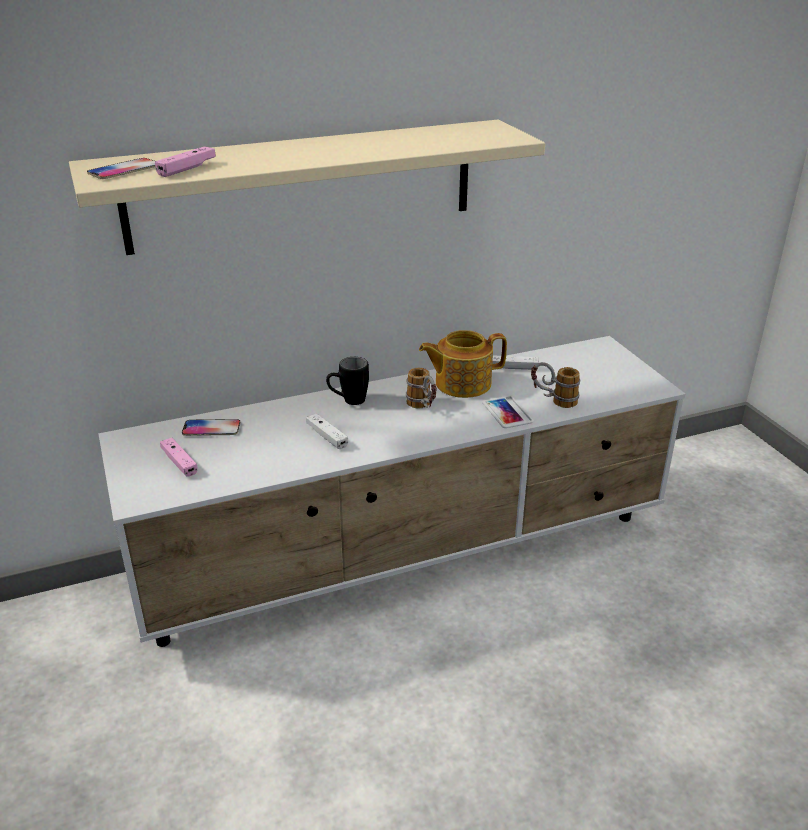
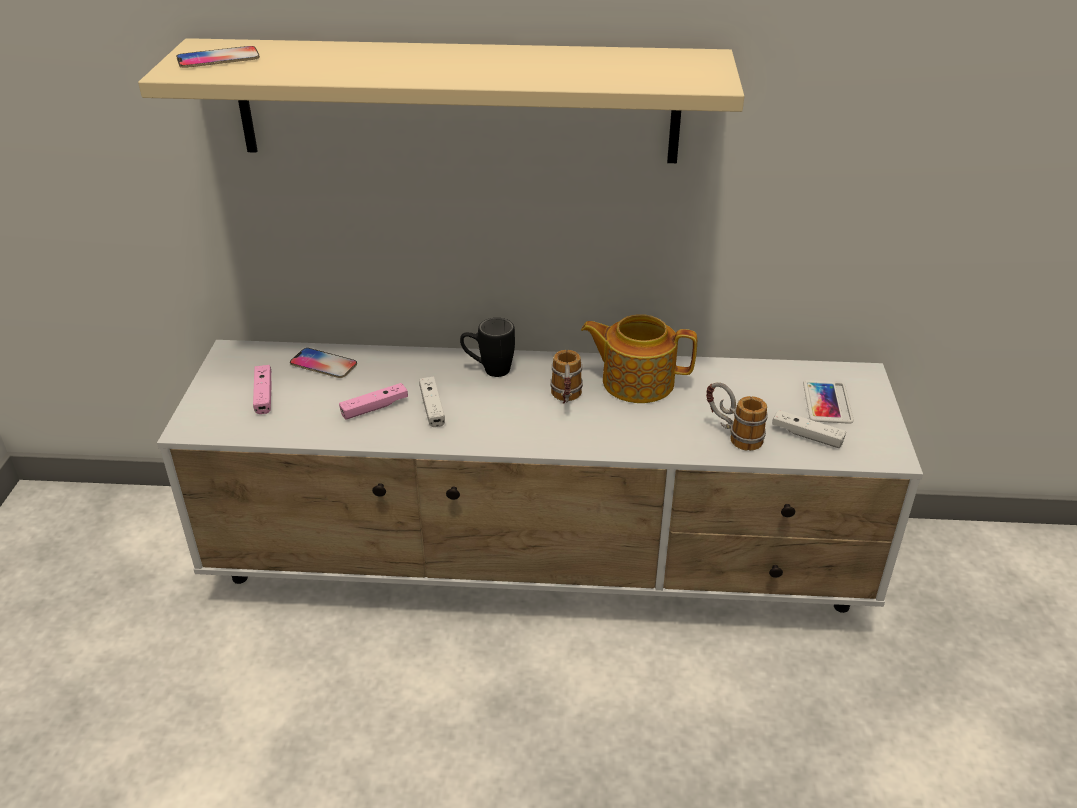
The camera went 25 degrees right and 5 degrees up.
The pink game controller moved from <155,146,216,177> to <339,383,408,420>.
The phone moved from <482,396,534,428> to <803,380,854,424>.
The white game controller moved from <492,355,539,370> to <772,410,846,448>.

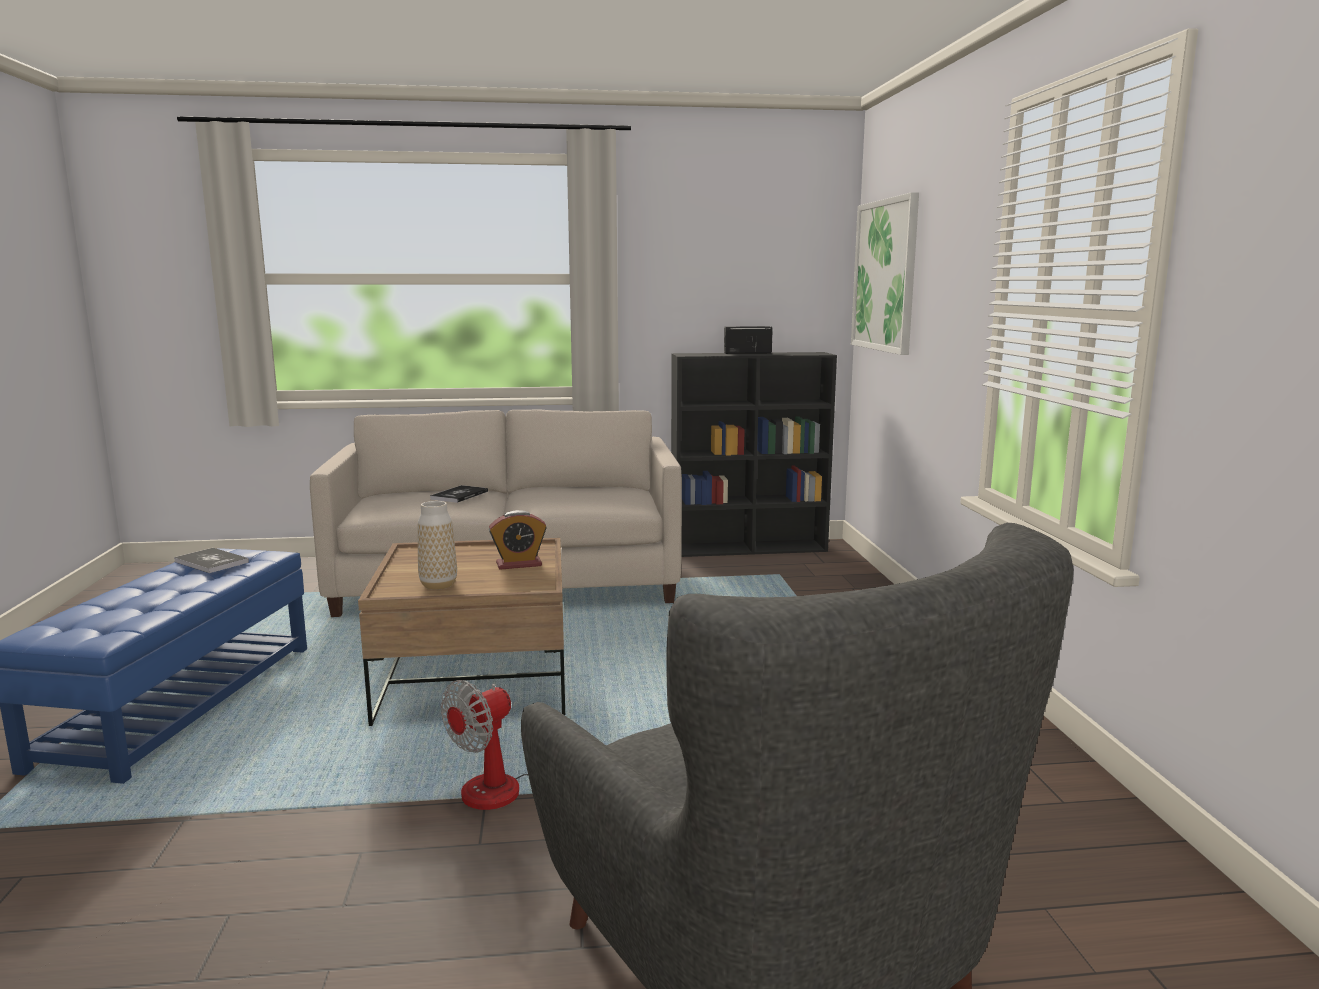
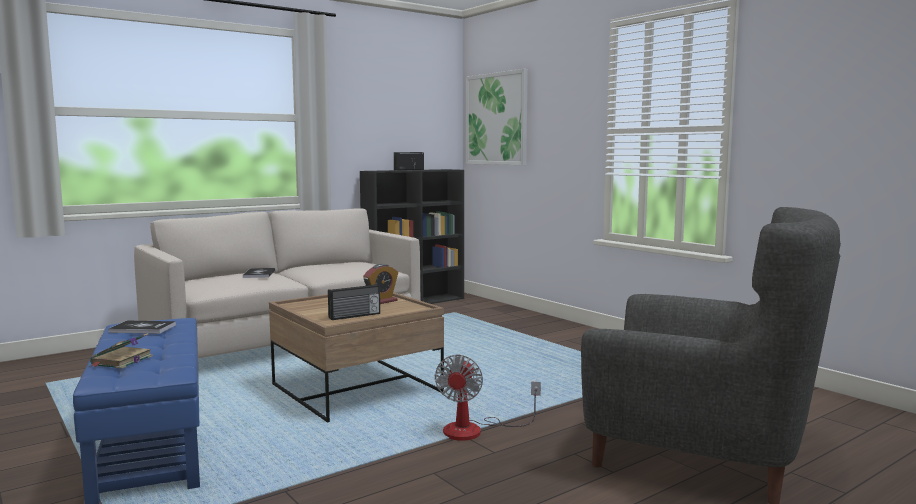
The camera went 30 degrees left and 5 degrees down.
The vase at <418,501,457,590> was replaced by the radio at <328,284,380,320>.
The book at <90,333,153,369> appeared.

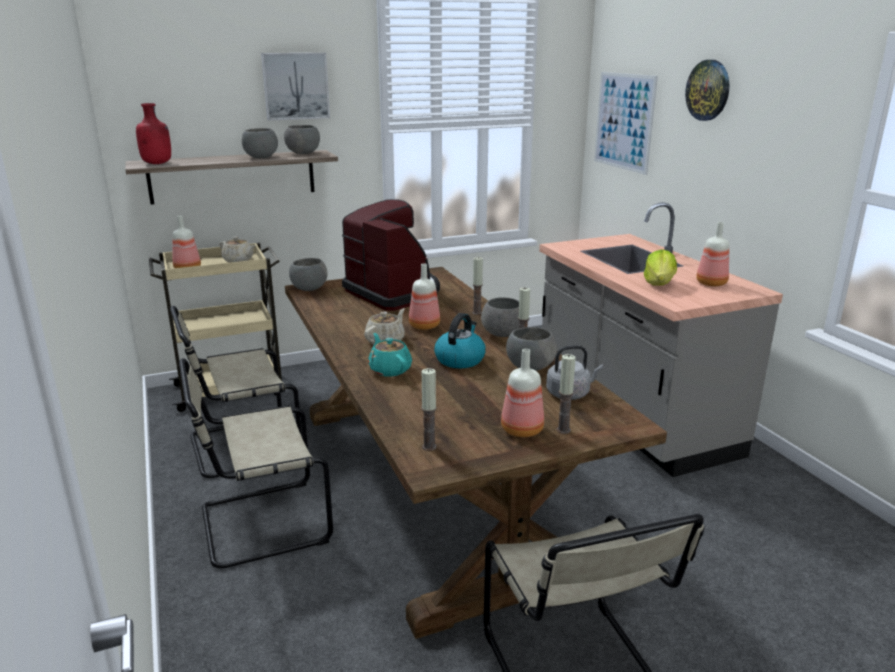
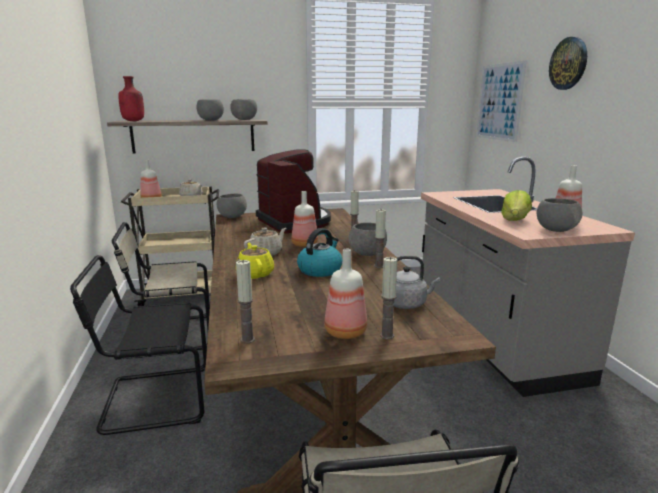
The camera went 10 degrees right and 5 degrees down.
The beige chair at <179,358,333,568> became the black chair at <70,255,207,435>.
The picture at <261,53,330,121> disappeared.
The turquoise teapot at <368,333,412,377> became the yellow teapot at <237,243,274,279>.
The grey bowl moved from <506,327,557,371> to <537,198,582,232>.

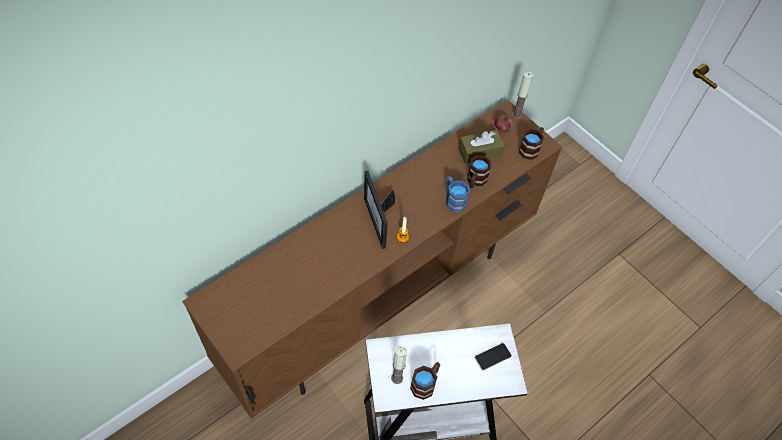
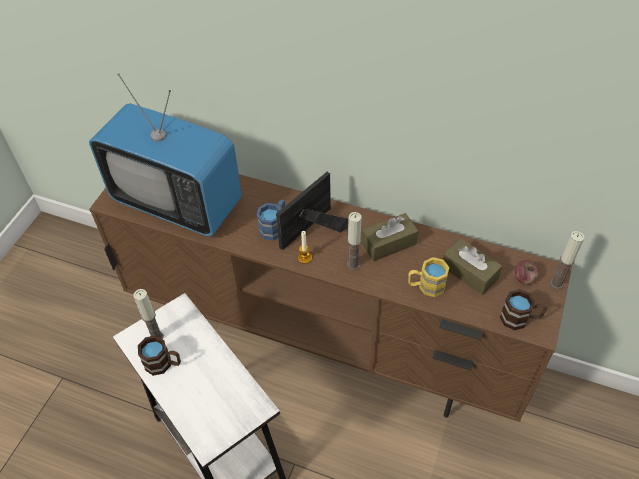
The camera went 65 degrees right and 5 degrees down.
The blue mug moved from <446,176,470,212> to <257,200,285,241>.
The brown mug at <468,155,491,188> became the yellow mug at <408,257,449,297>.
The phone at <475,343,512,371> disappeared.
The television at <89,74,242,236> appeared.
The candle at <347,212,362,270> appeared.
The brown tissue box at <361,213,418,261> appeared.

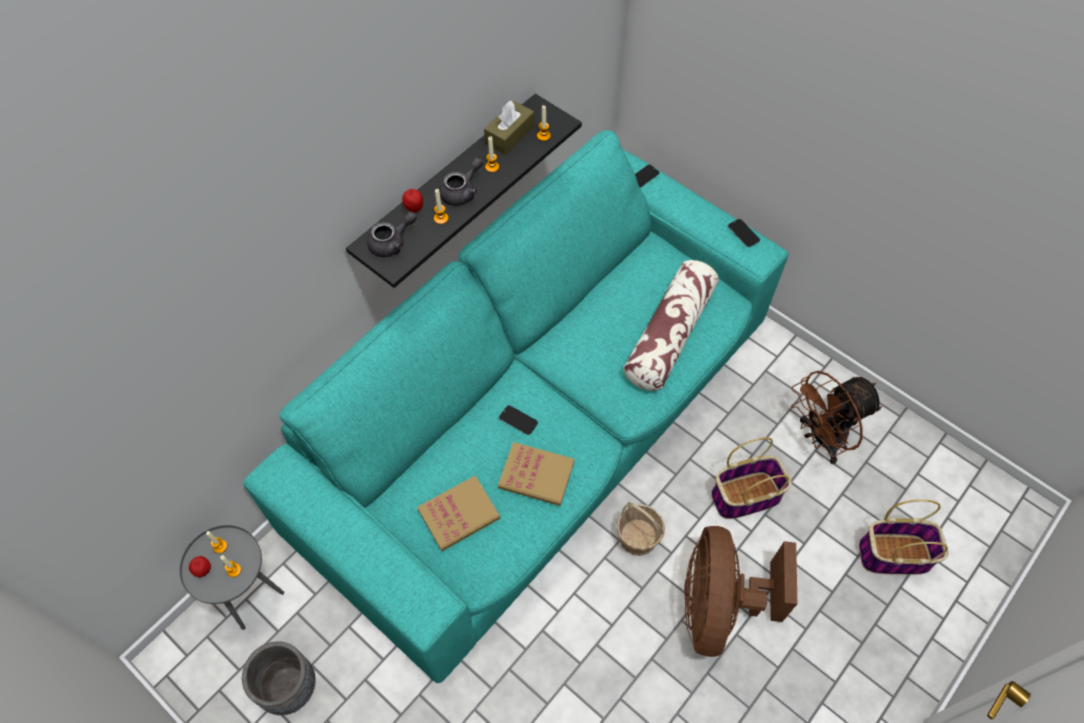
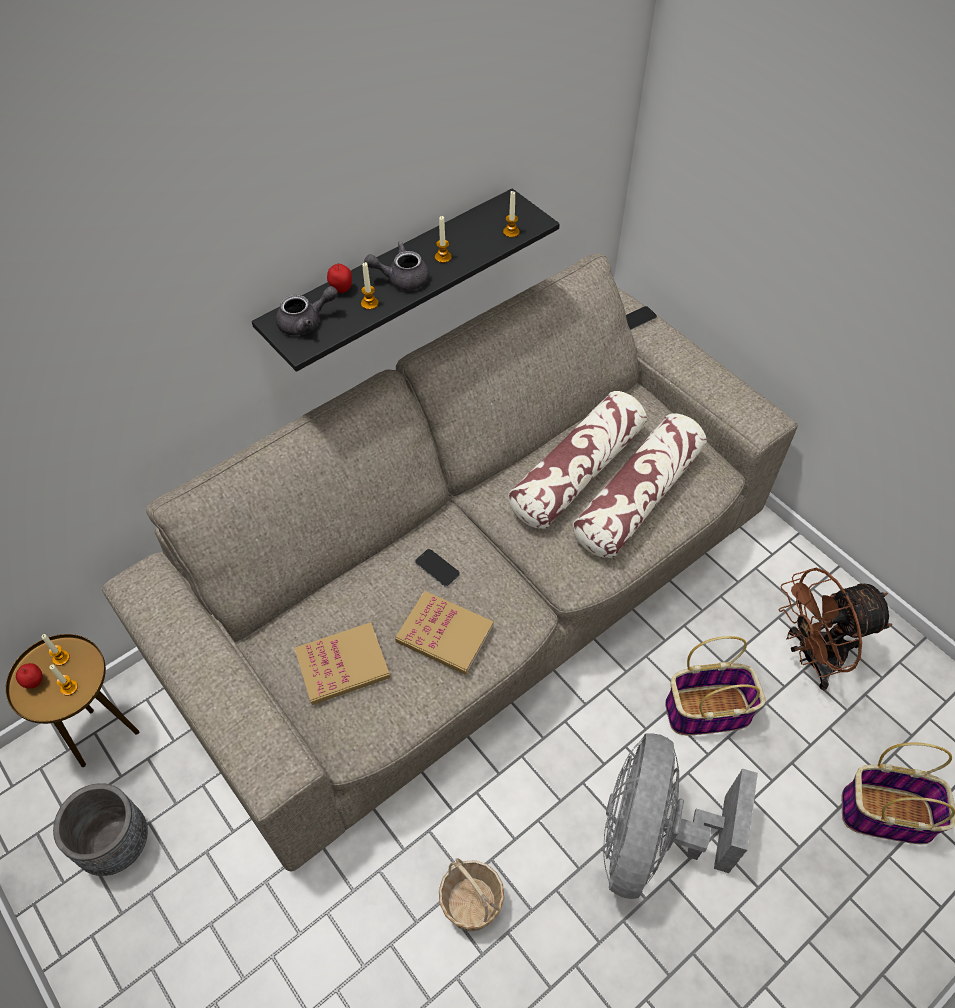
The camera went 10 degrees right and 5 degrees down.
The grey side table at <179,525,284,630> became the brown side table at <5,634,140,767>.
The turquoise sofa at <243,130,789,683> became the beige sofa at <102,254,798,871>.
The grey teapot at <439,157,483,206> turned 150 degrees counterclockwise.
The brown tissue box at <484,100,534,155> disappeared.
The basket moved from <617,502,665,556> to <439,858,504,932>.
The brown fan at <684,526,797,657> became the grey fan at <604,733,758,899>.
The phone at <728,219,760,247> disappeared.
The pillow at <508,391,647,529> appeared.

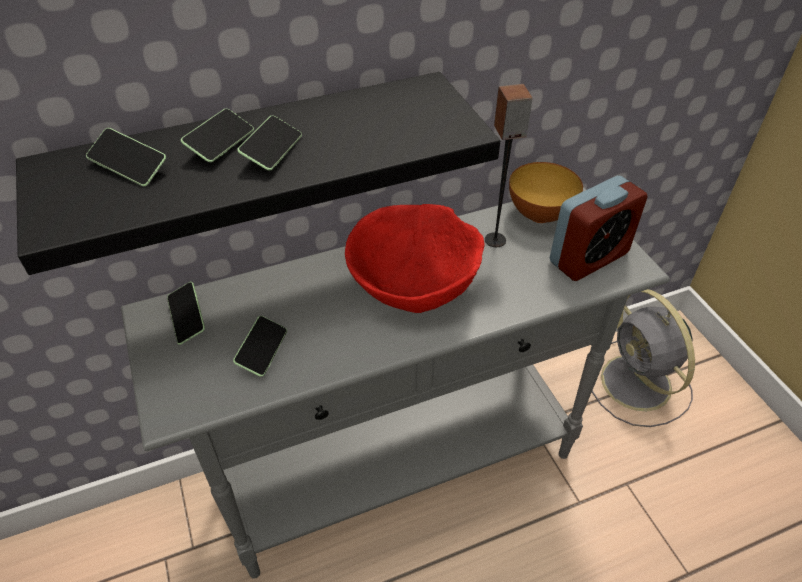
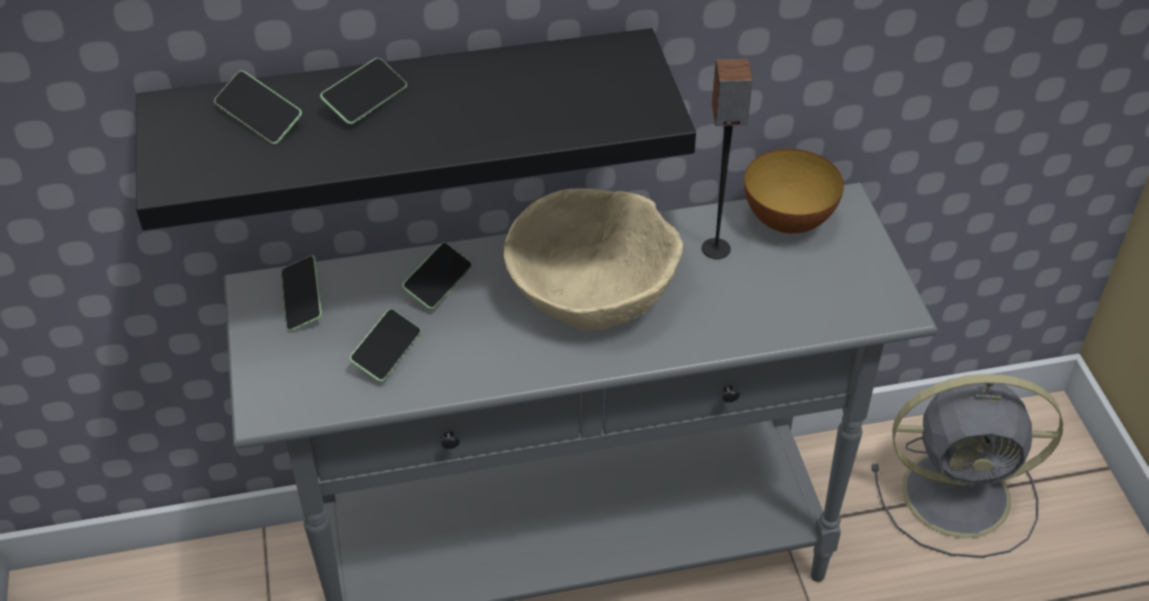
The camera went 10 degrees right and 0 degrees up.
The phone moved from <237,116,302,170> to <402,242,472,309>.
The red bowl at <345,204,484,313> became the beige bowl at <504,188,683,331>.
The alarm clock at <550,176,648,281> disappeared.
The grey fan at <592,289,695,427> turned 75 degrees counterclockwise.

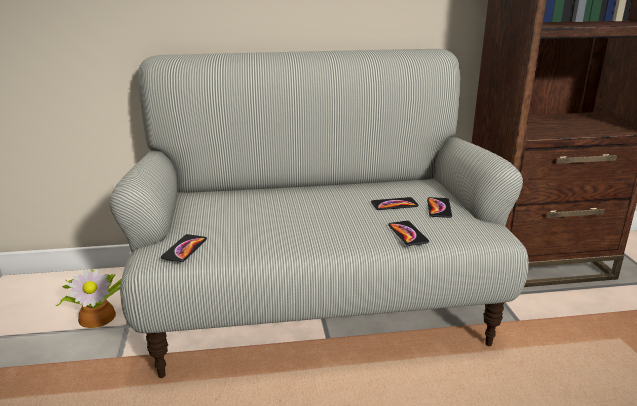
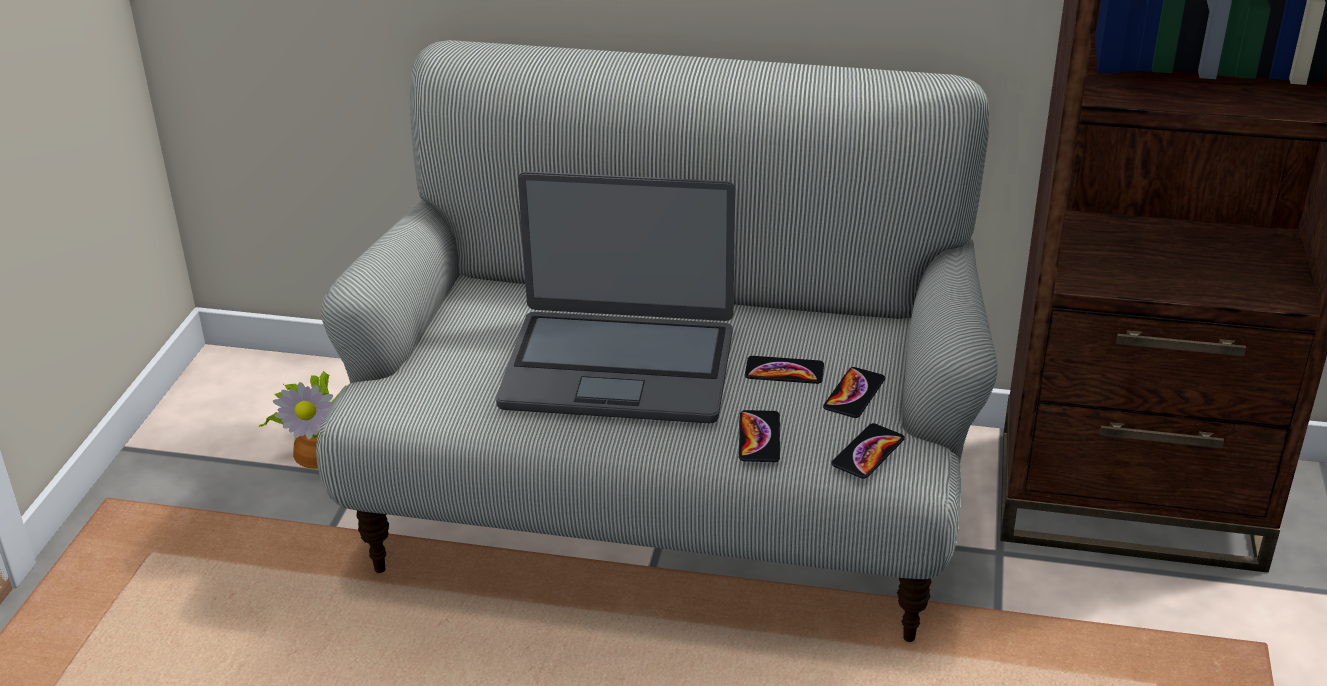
The camera went 20 degrees right and 10 degrees up.
The phone moved from <161,234,207,262> to <831,423,905,479>.
The laptop at <496,171,735,423> appeared.

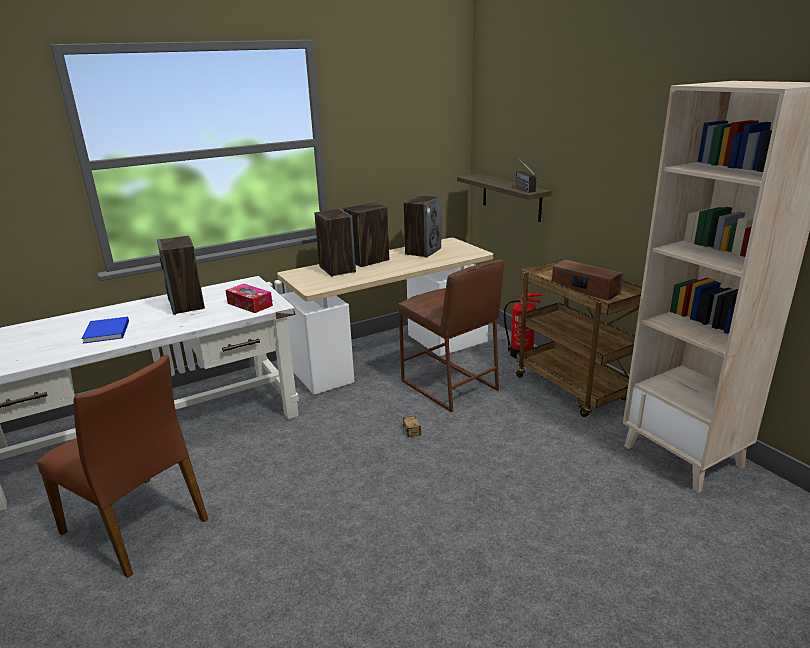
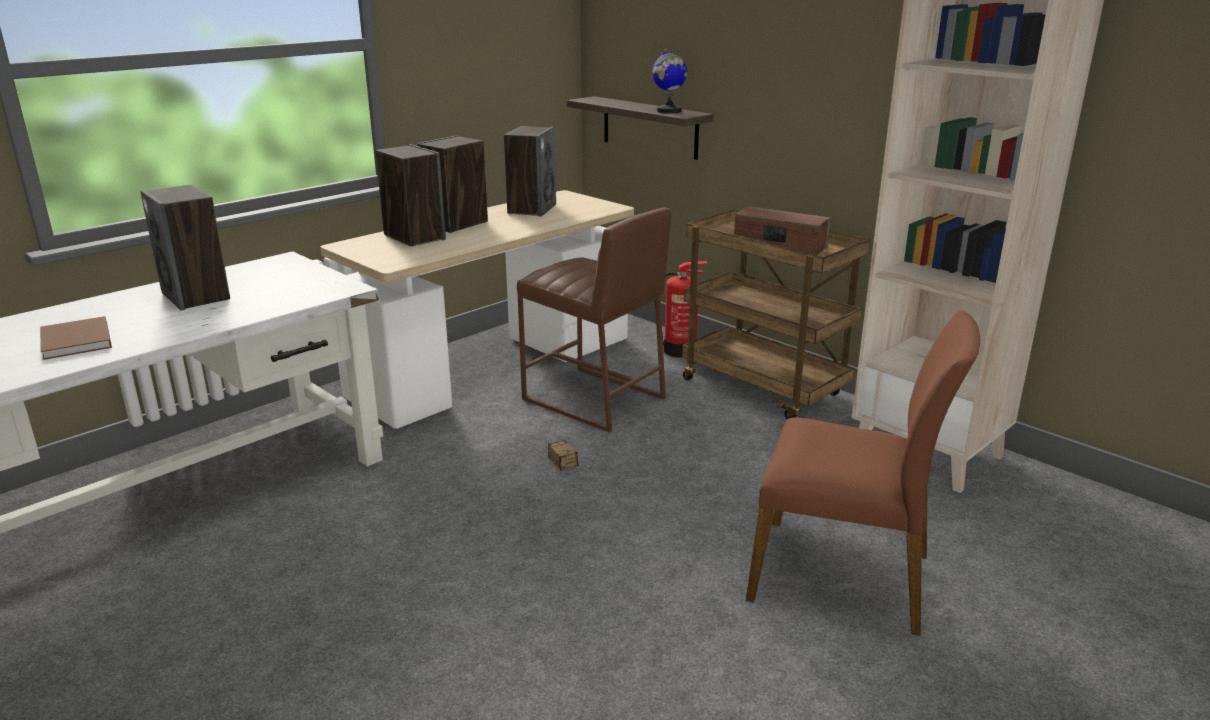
The camera went 15 degrees left and 0 degrees up.
The brown chair moved from <37,355,208,578> to <746,310,981,636>.
The blue book at <81,317,129,344> became the brown book at <40,316,112,360>.
The tissue box at <226,284,273,313> disappeared.
The radio at <516,156,536,193> was replaced by the globe at <652,48,687,113>.

